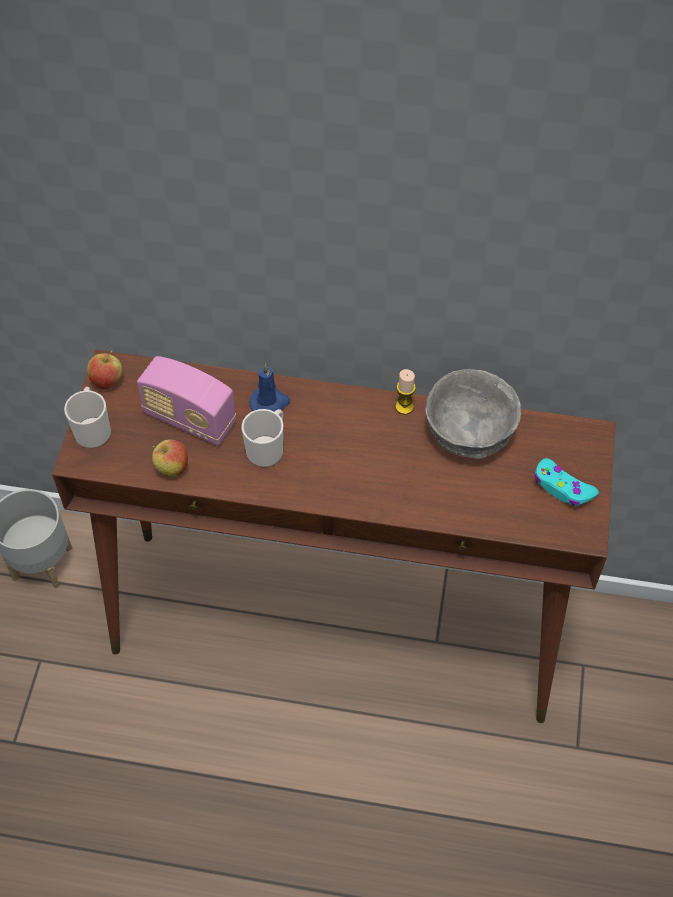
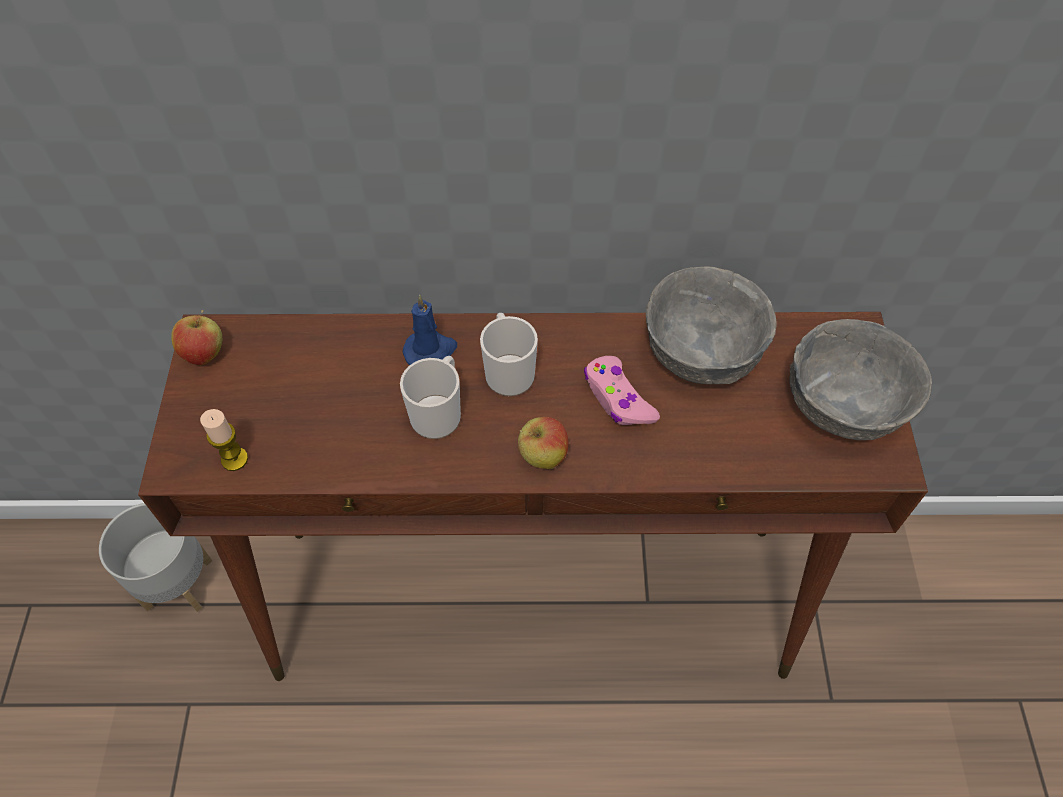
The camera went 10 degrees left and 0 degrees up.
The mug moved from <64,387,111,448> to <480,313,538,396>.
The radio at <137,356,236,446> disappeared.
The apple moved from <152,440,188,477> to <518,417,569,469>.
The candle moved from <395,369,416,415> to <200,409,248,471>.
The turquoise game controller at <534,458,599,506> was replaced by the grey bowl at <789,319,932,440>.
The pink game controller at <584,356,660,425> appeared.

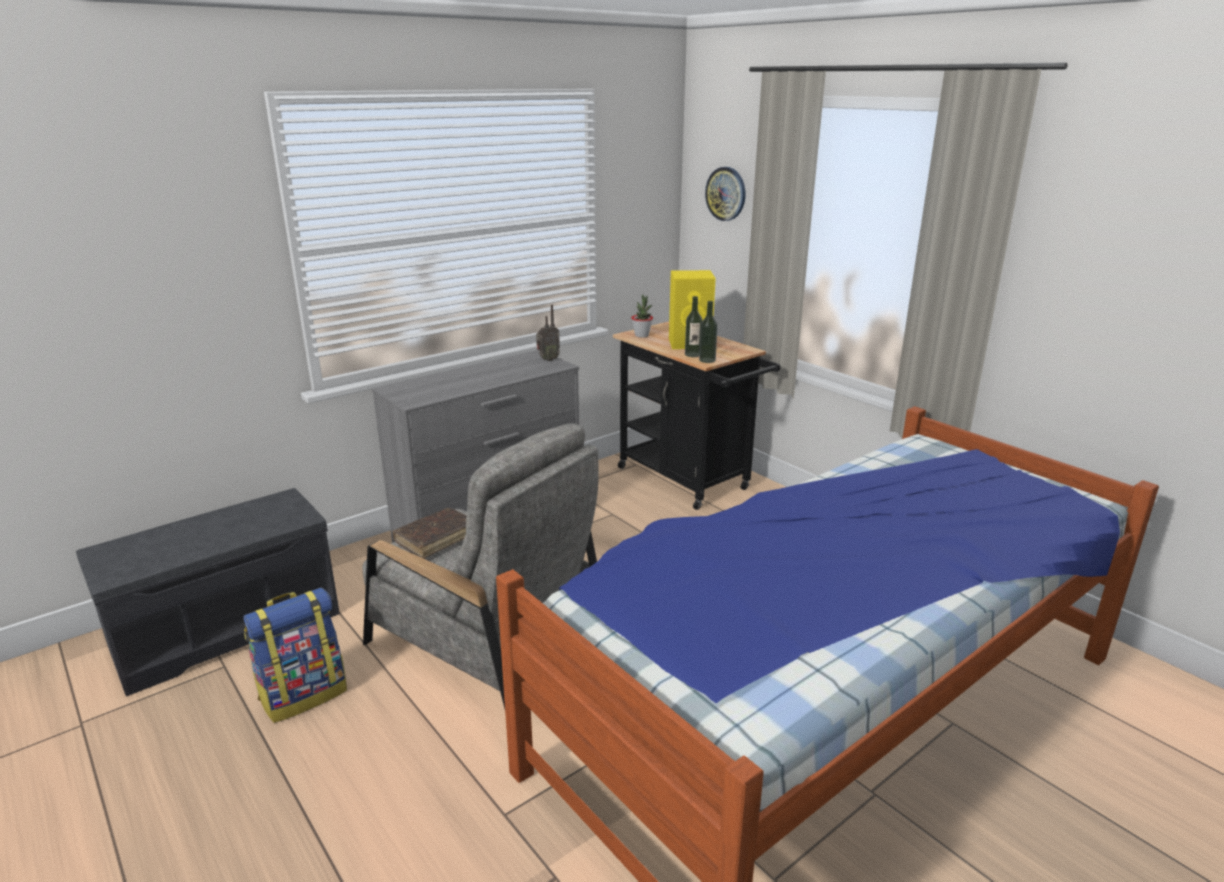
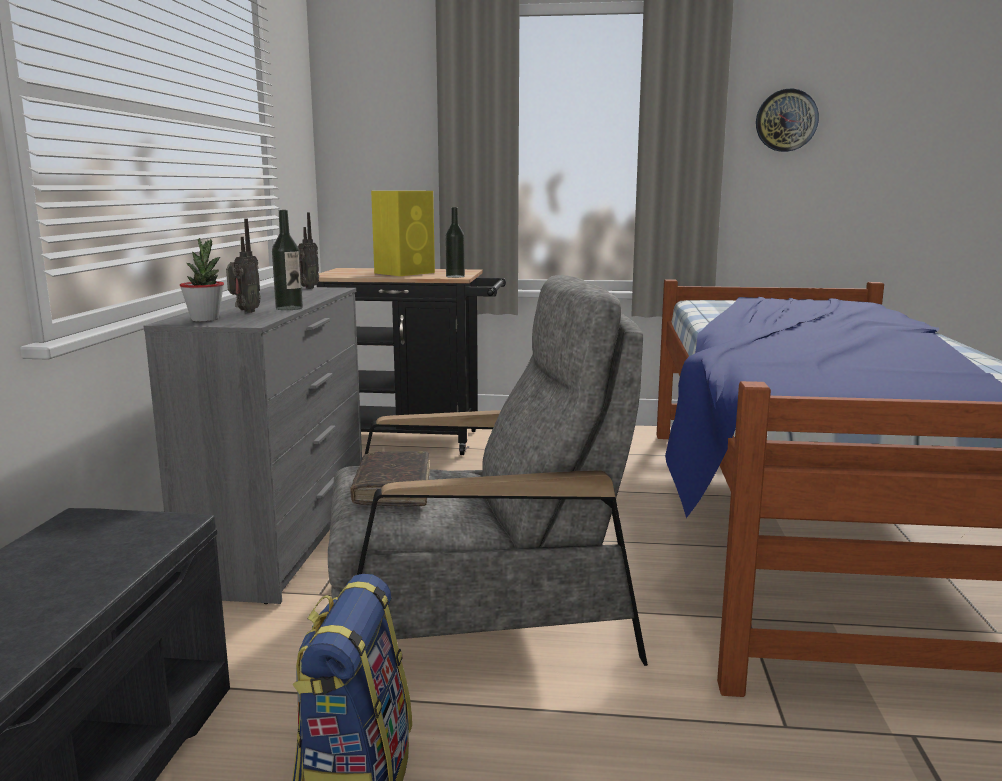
The camera went 45 degrees left and 10 degrees down.
The potted plant moved from <631,295,653,338> to <180,238,224,322>.
The bottle moved from <685,296,702,357> to <272,210,303,310>.
The wall clock moved from <705,167,745,221> to <756,89,819,152>.
The radio at <226,219,261,313> appeared.

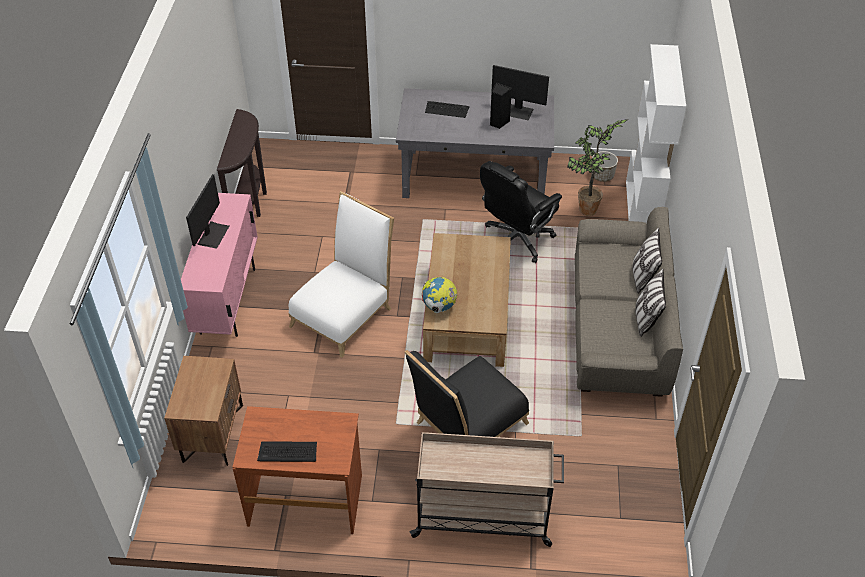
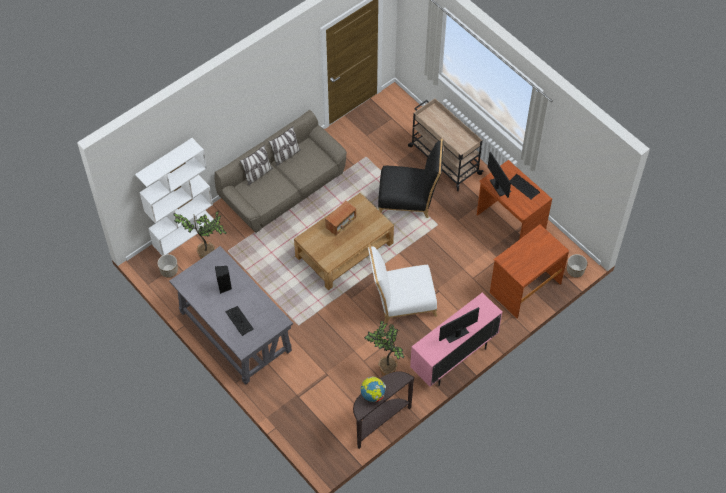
The camera went 135 degrees left and 10 degrees up.
The brown nightstand at <164,356,243,466> was replaced by the brown desk at <490,224,569,318>.
The globe moved from <422,277,457,313> to <361,376,386,402>.
The black office chair at <480,161,562,263> disappeared.
The monitor moved from <492,65,549,121> to <488,152,511,198>.
The radio at <325,201,356,235> appeared.
The potted plant at <364,321,405,376> appeared.
The planter at <567,254,587,278> appeared.

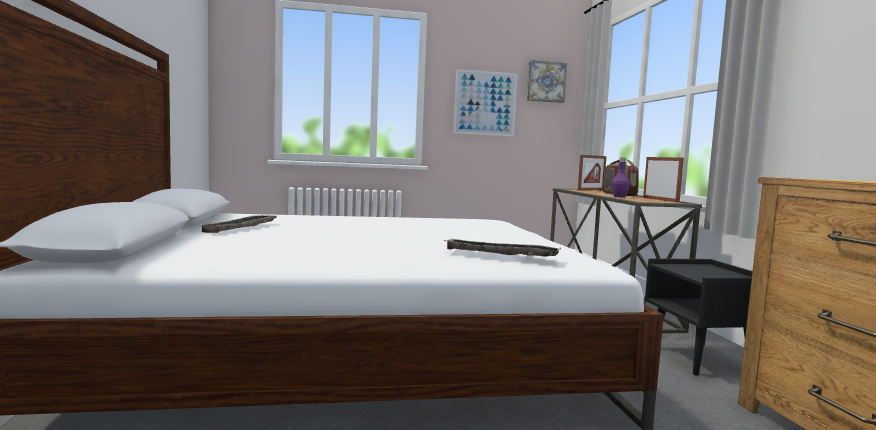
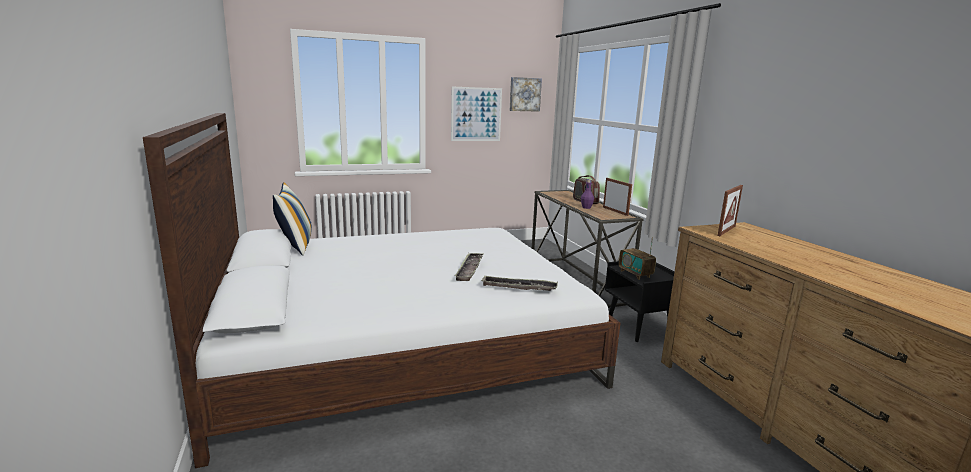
The camera went 10 degrees left and 10 degrees up.
The tray moved from <202,215,277,233> to <455,253,484,281>.
The picture frame moved from <578,155,606,191> to <718,185,743,236>.
The pillow at <273,182,312,256> appeared.
The radio at <619,237,656,280> appeared.

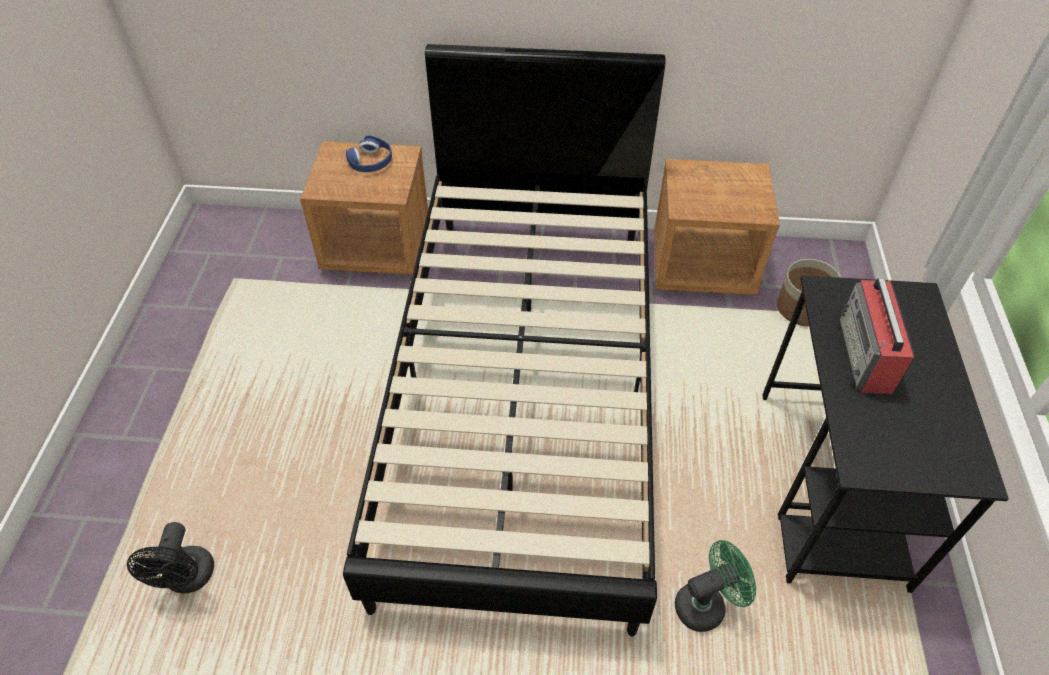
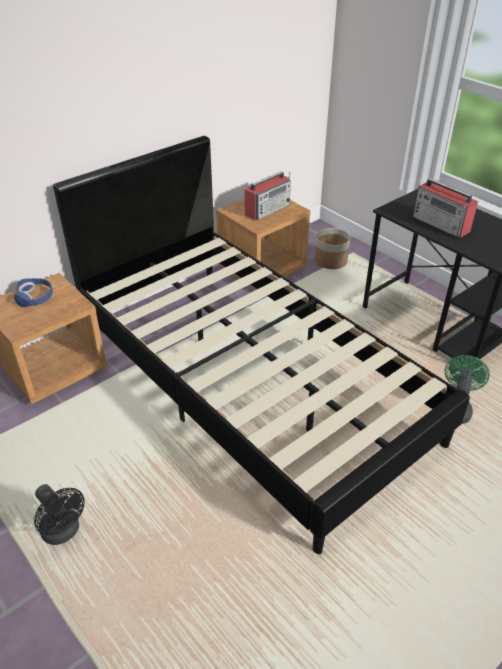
The camera went 45 degrees left and 10 degrees down.
The black fan moved from <127,522,214,593> to <34,484,85,545>.
The radio at <245,171,291,220> appeared.

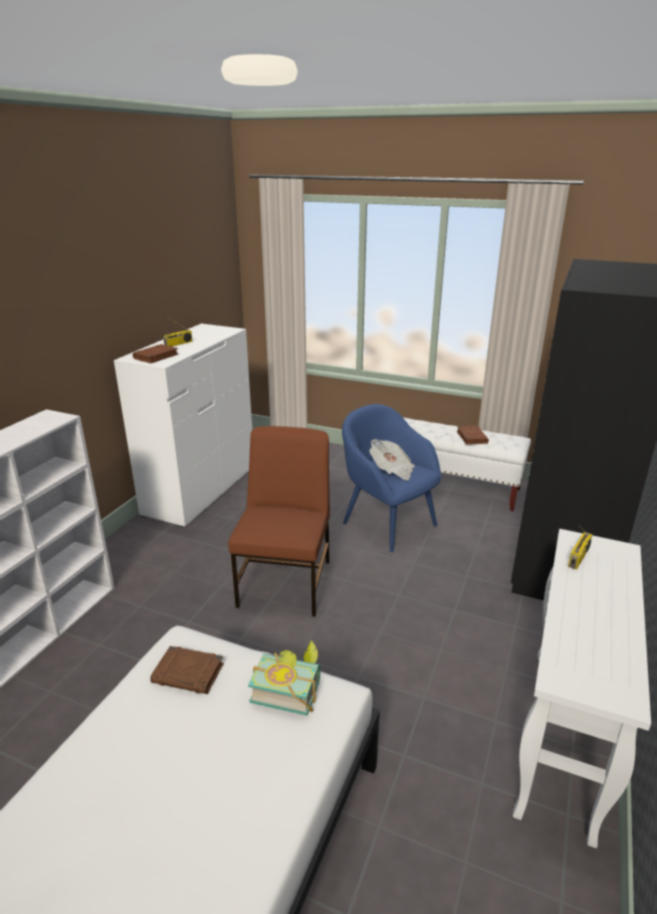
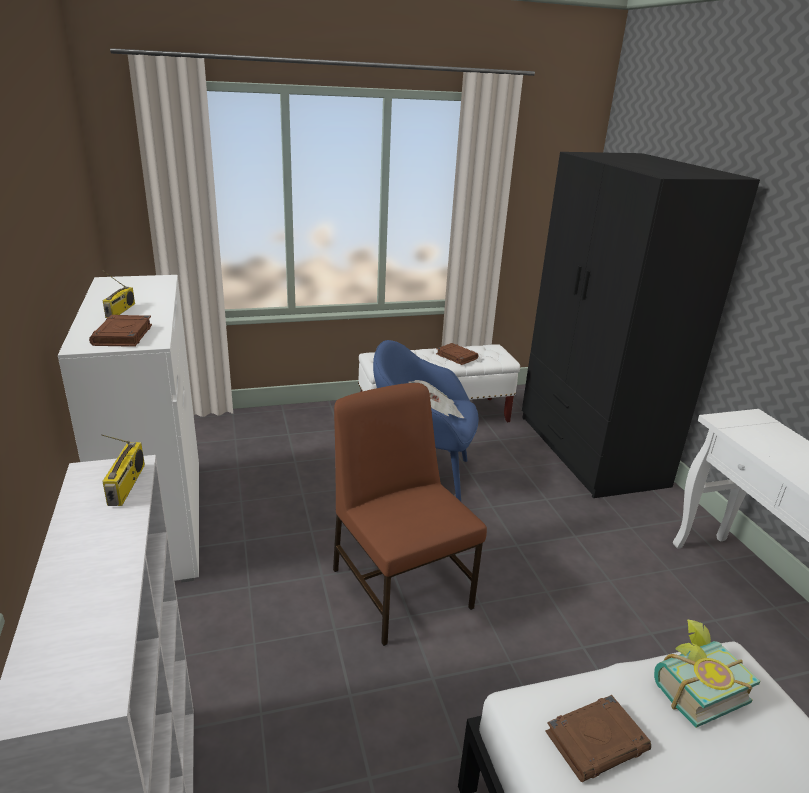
The camera went 40 degrees left and 0 degrees up.
The radio moved from <568,528,592,570> to <101,434,145,506>.

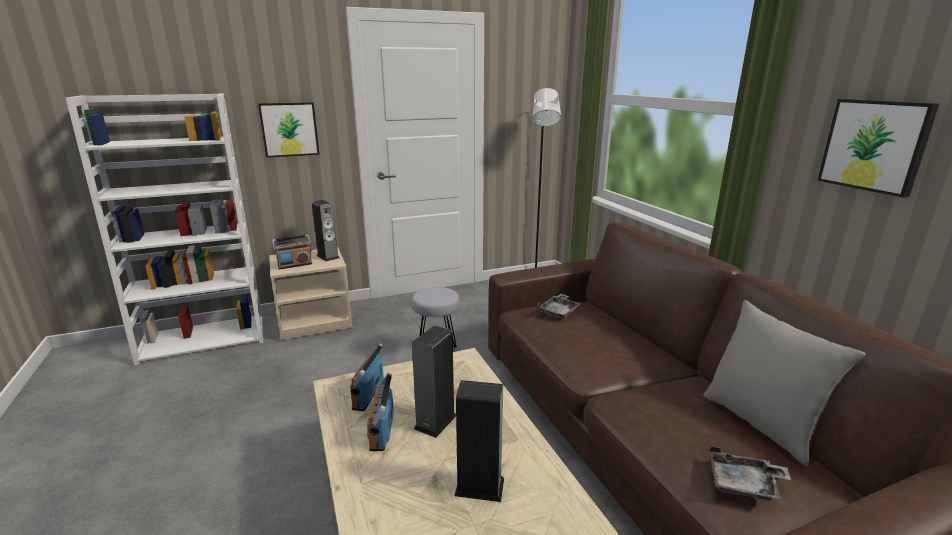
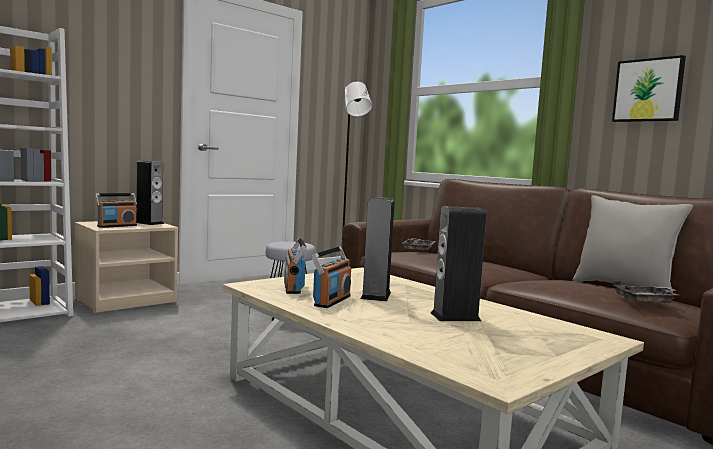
The camera went 20 degrees left and 15 degrees down.
The picture at <258,102,320,158> disappeared.
The radio at <367,373,394,451> turned 135 degrees counterclockwise.

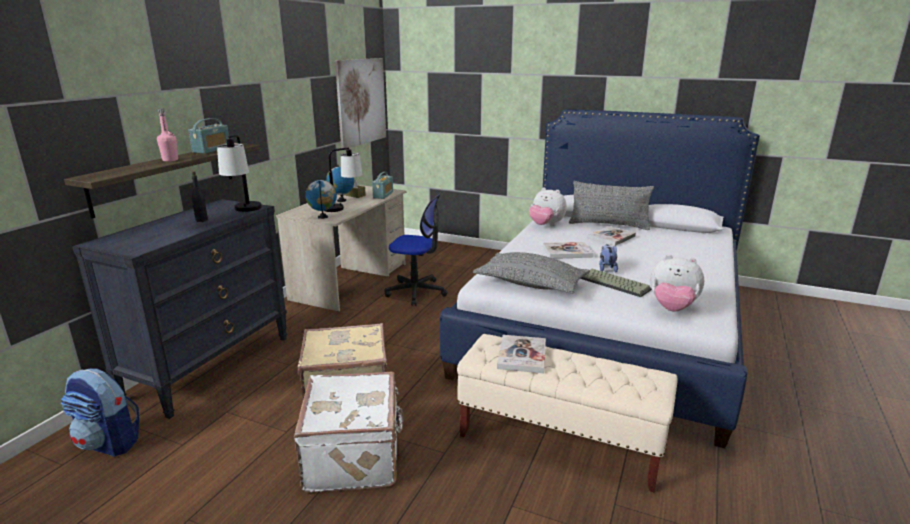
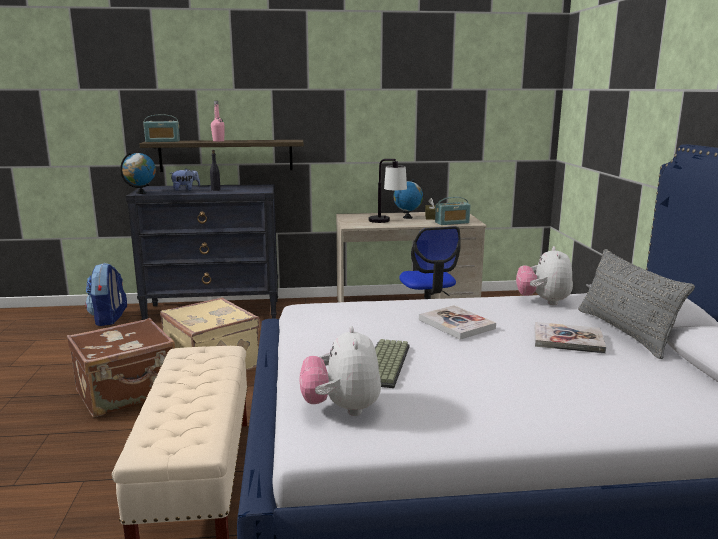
The camera went 60 degrees right and 5 degrees down.
The radio moved from <188,118,229,154> to <143,115,180,142>.
The table lamp at <217,134,262,212> disappeared.
The white suitcase at <294,372,404,493> became the brown suitcase at <67,318,175,417>.
The globe moved from <305,180,337,219> to <120,152,156,194>.
The picture at <335,58,386,148> disappeared.
The grey pillow at <473,252,590,294> disappeared.
The book at <497,335,546,373> disappeared.
The plush toy moved from <599,244,618,273> to <171,168,200,191>.

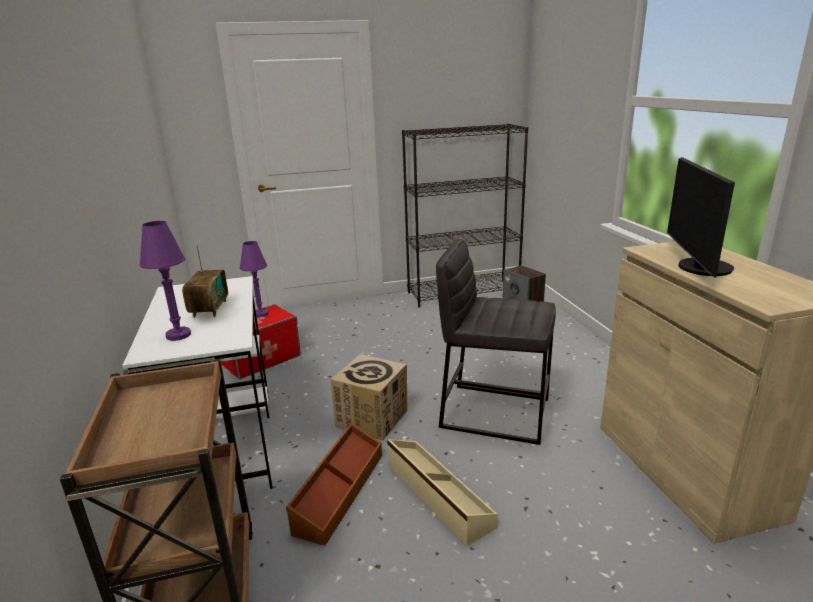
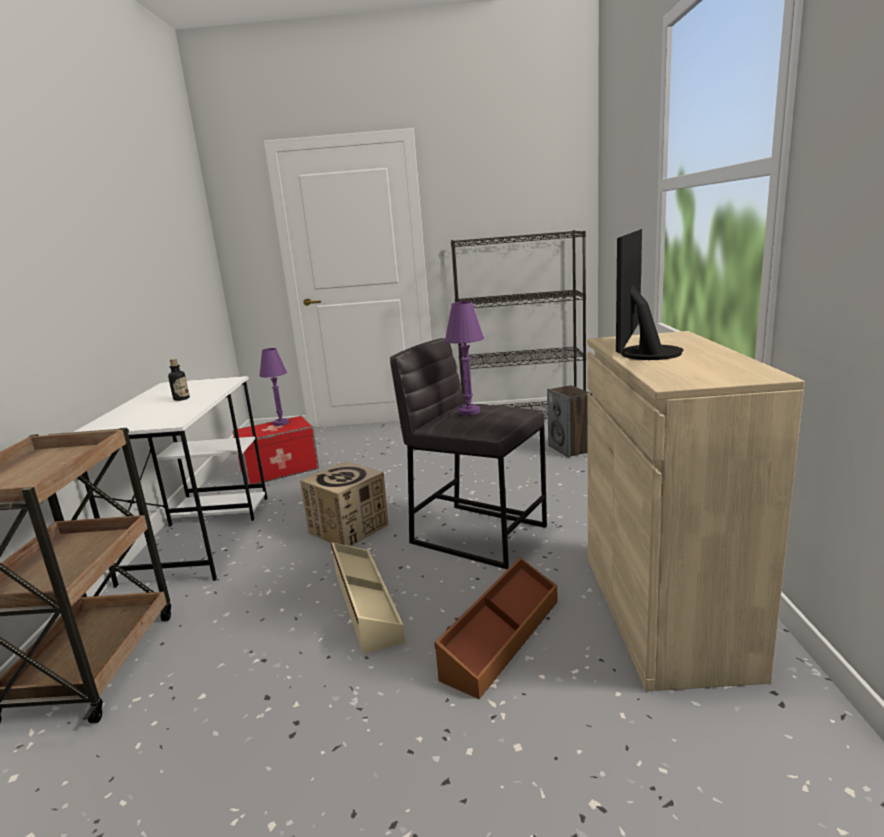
The camera went 15 degrees right and 5 degrees down.
The purple table lamp moved from <139,221,191,341> to <445,301,484,415>.
The radio at <182,245,228,318> was replaced by the bottle at <168,359,190,401>.
The brown storage box moved from <286,424,382,546> to <434,558,558,699>.

